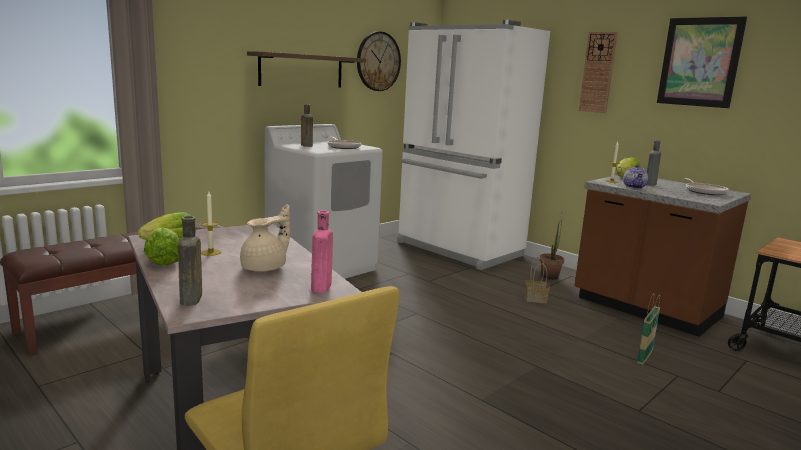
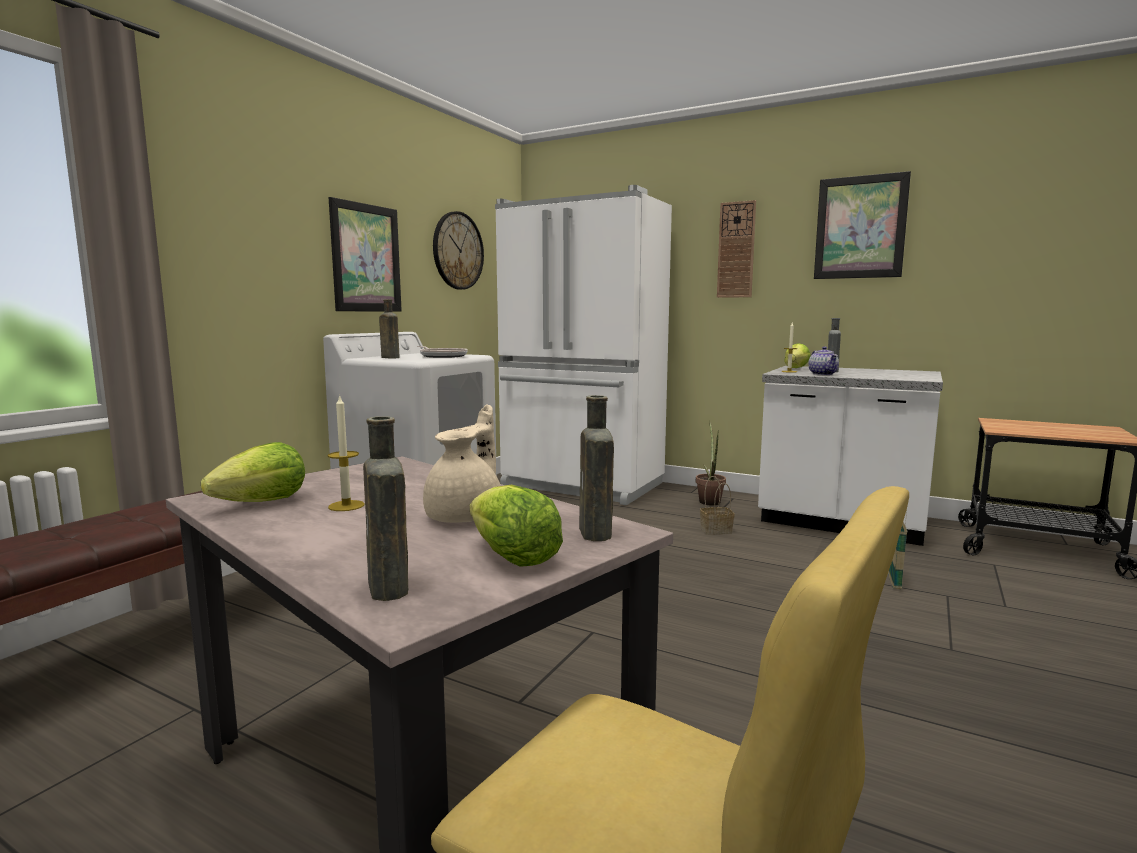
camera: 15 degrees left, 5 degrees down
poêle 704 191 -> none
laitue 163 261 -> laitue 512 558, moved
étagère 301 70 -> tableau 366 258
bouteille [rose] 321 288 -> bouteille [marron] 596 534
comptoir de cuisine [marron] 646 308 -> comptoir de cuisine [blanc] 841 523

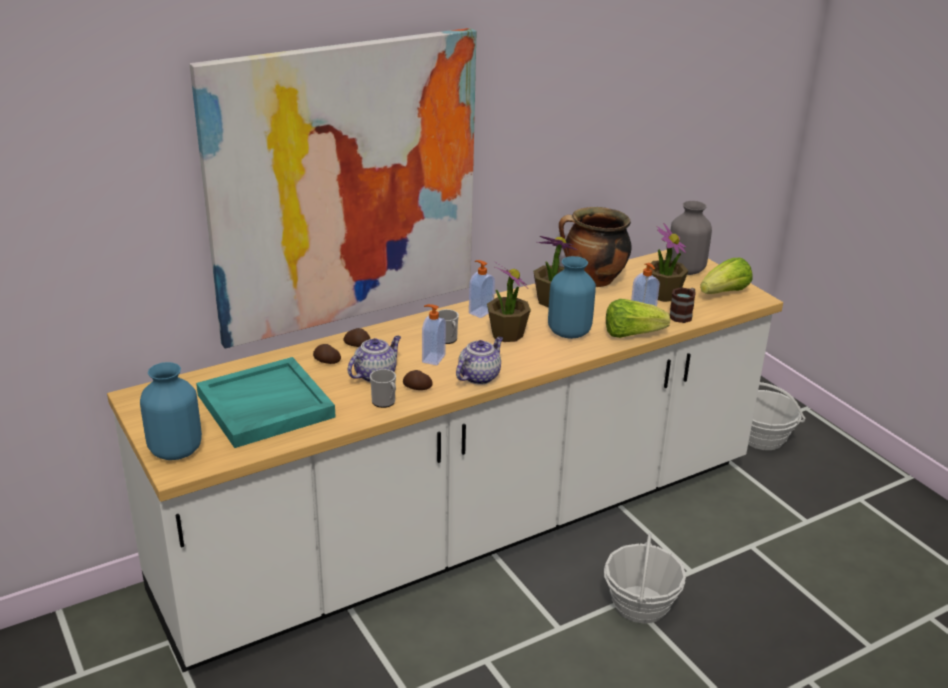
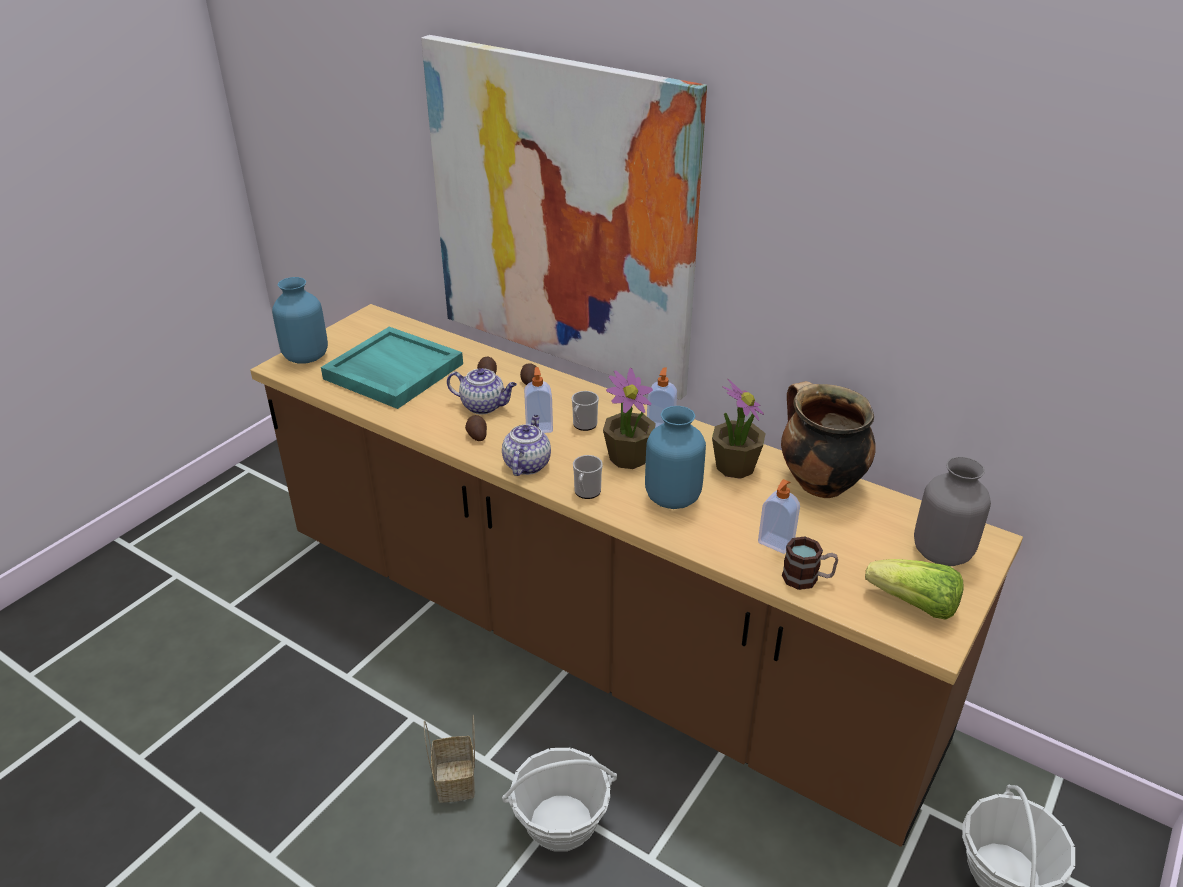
camera: 65 degrees right, 5 degrees up
laitue 631 334 -> none
plante en pot 663 294 -> none
none -> panier 456 782
mug 385 402 -> mug 586 493, moved
comptoir de cuisine [blanc] 469 529 -> comptoir de cuisine [marron] 591 637
théière 479 376 -> théière 526 464, 90 degrees counterclockwise

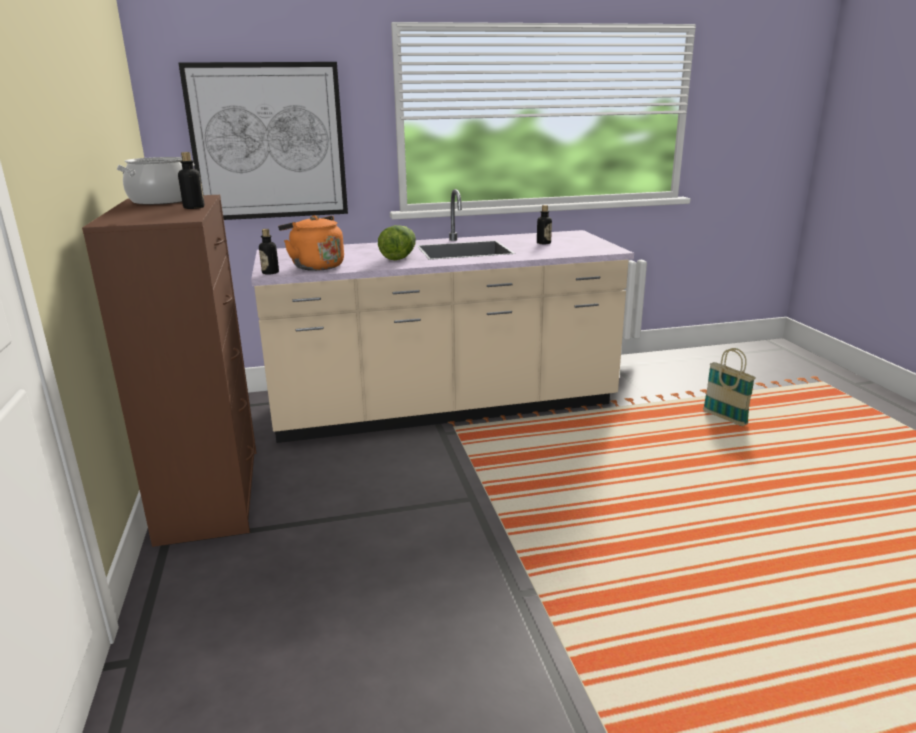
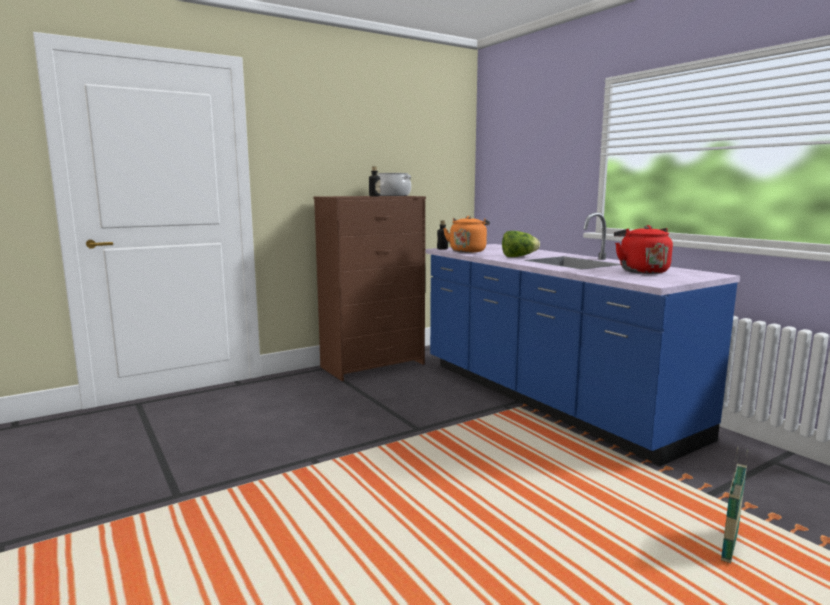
camera: 70 degrees right, 10 degrees down
tableau 268 142 -> none
bouteille 543 243 -> bouilloire [rouge] 641 271
comptoir de cuisine [beige] 443 407 -> comptoir de cuisine [bleu] 548 399

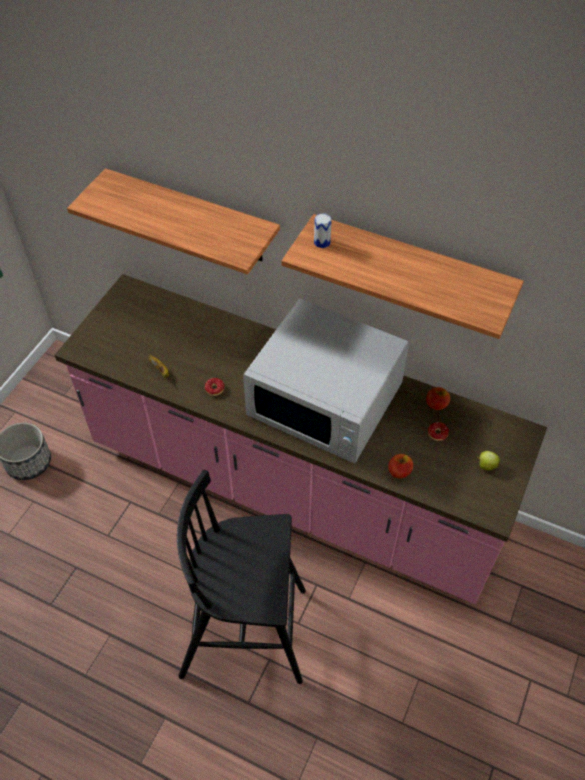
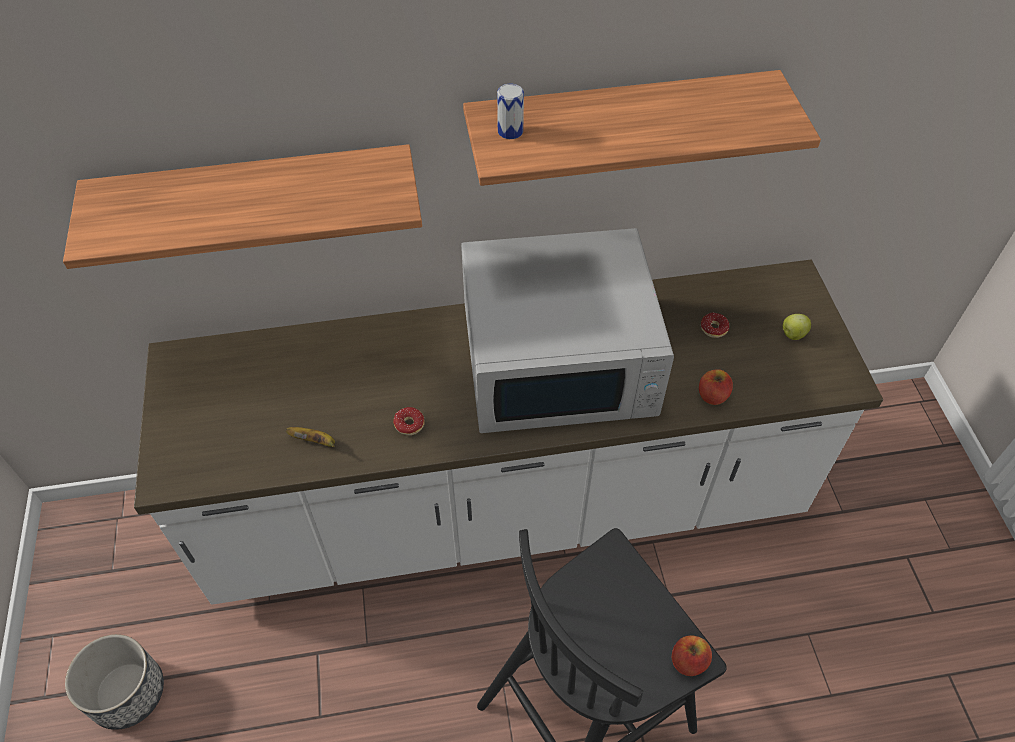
camera: 35 degrees left, 0 degrees up
pomme 436 404 -> pomme 688 661, moved
comptoir de cuisine [rose] 292 489 -> comptoir de cuisine [blanc] 507 509

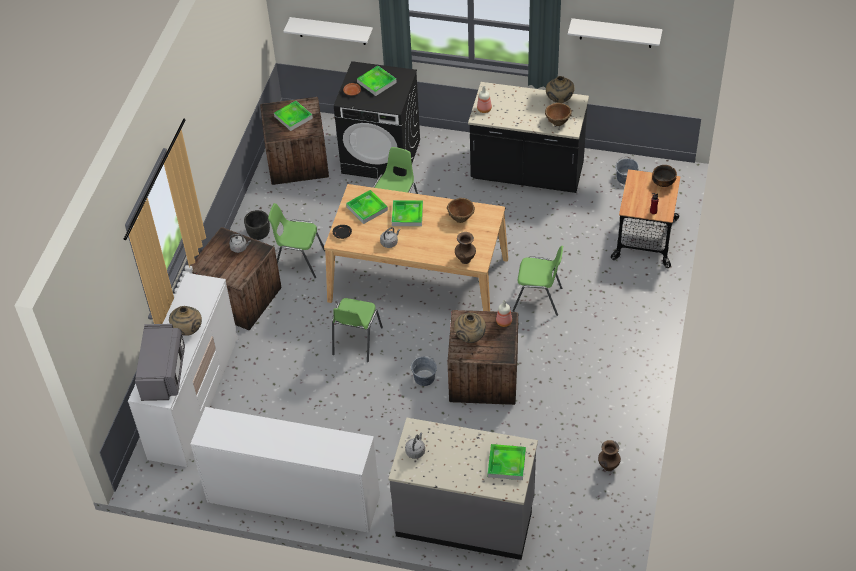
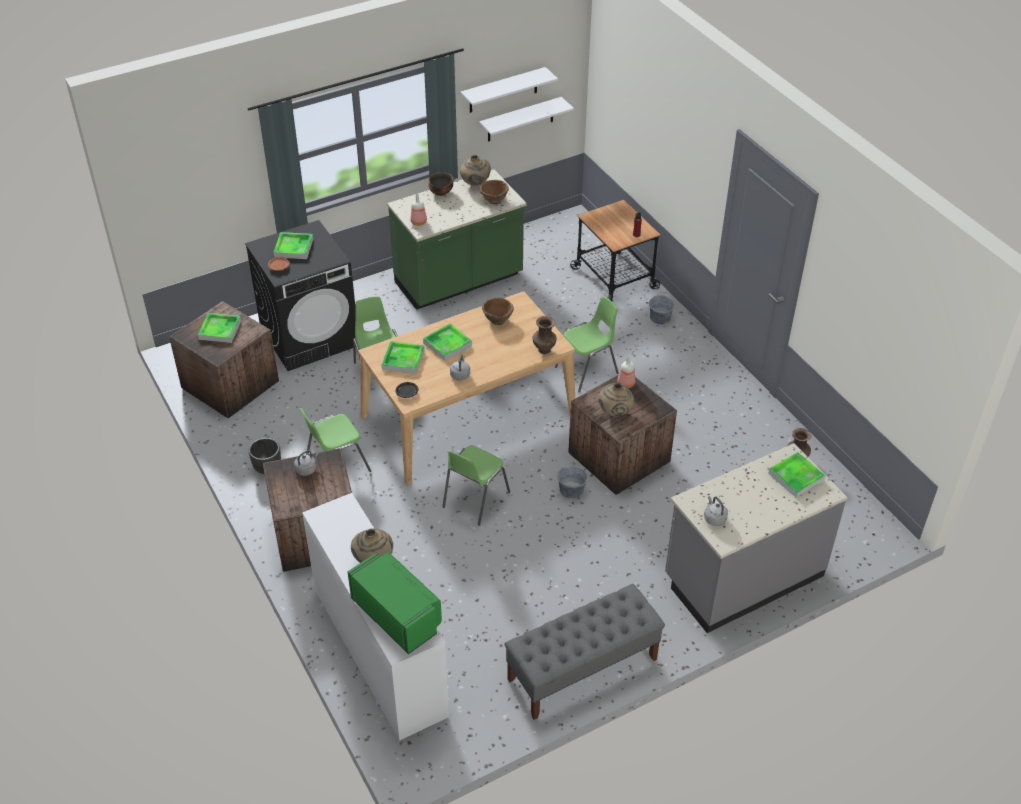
camera: 45 degrees left, 5 degrees down
étagère [blanc] 332 31 -> étagère [blanc] 520 119, moved
seau [gris] 625 178 -> seau [gris] 660 318, moved
bol 663 183 -> bol 441 193, moved
commode [blanc] 293 499 -> banc [gris] 582 670
micro-ondes [gris] 163 373 -> micro-ondes [vert] 397 615
comptoir de cuisine [noir] 527 173 -> comptoir de cuisine [vert] 459 281
chaise [vert] 356 341 -> chaise [vert] 475 499, 60 degrees clockwise

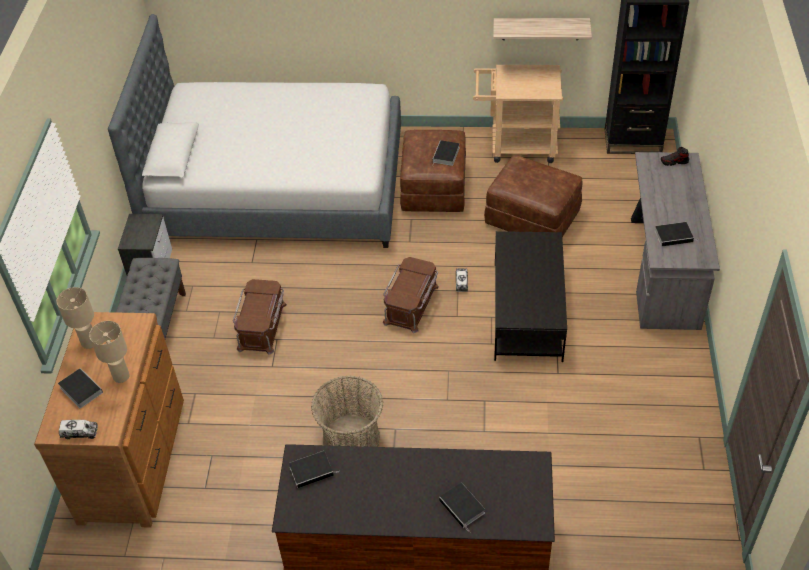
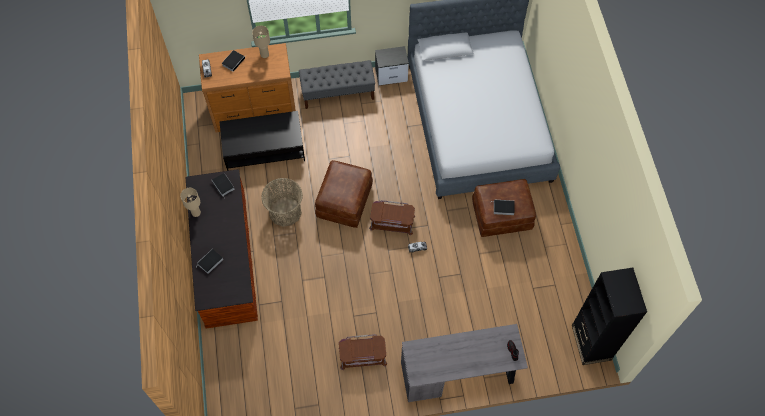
camera: 75 degrees right, 15 degrees up
chariot [beige] 516 146 -> none
étagère 541 29 -> none
livre 674 235 -> none
lampe de table [beige] 122 376 -> lampe de table [beige] 196 213, moved
boîte de rangement [marron] 263 326 -> boîte de rangement [marron] 362 356, moved
pouf [marron] 533 218 -> pouf [marron] 344 202, moved
table basse [noir] 527 311 -> table basse [noir] 264 149, moved

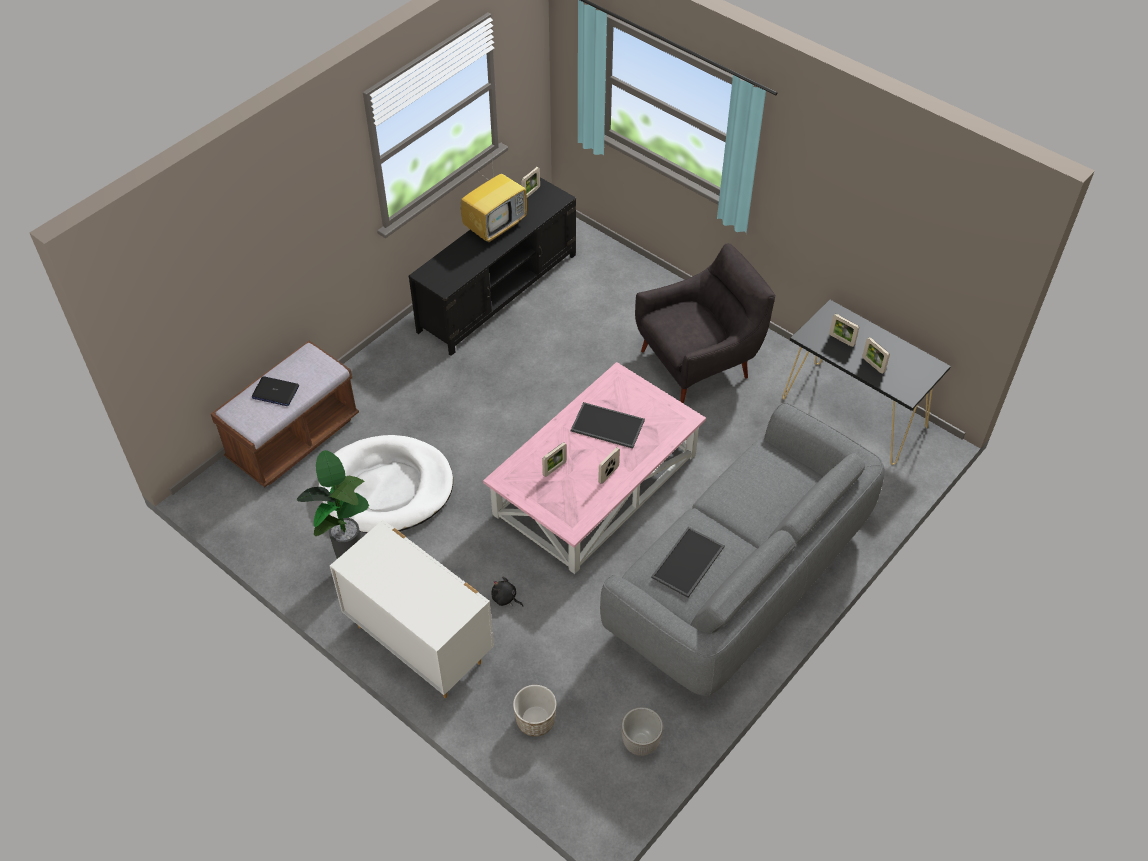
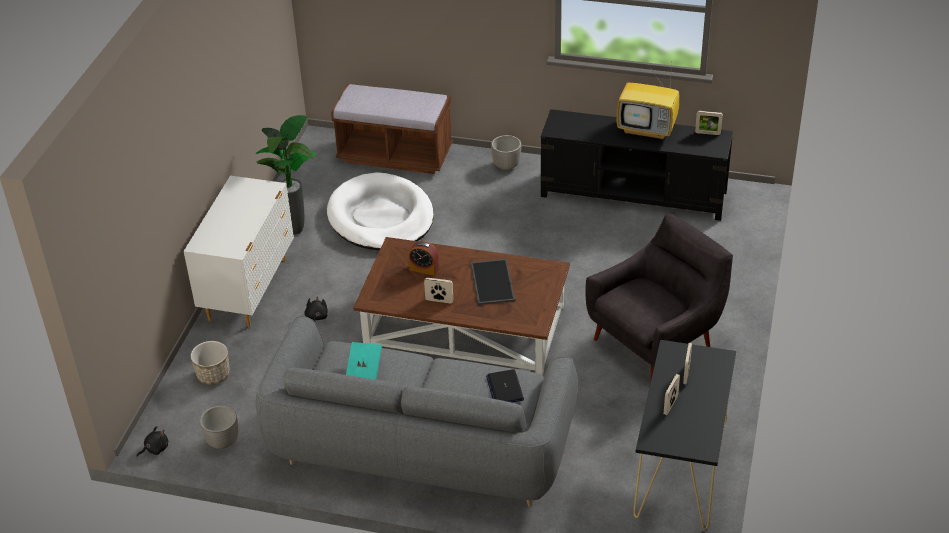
camera: 65 degrees right, 10 degrees down
none -> peluche [noir] 155 449
none -> cache-pot 507 166
ordinateur portable 275 392 -> ordinateur portable 505 388, moved
cadre photo 554 468 -> réveil 424 269
plateau 688 563 -> livre [turquoise] 364 369
table basse [rose] 596 486 -> table basse [marron] 463 327
fauteuil [gris] 699 362 -> fauteuil [gris] 656 341, 75 degrees counterclockwise

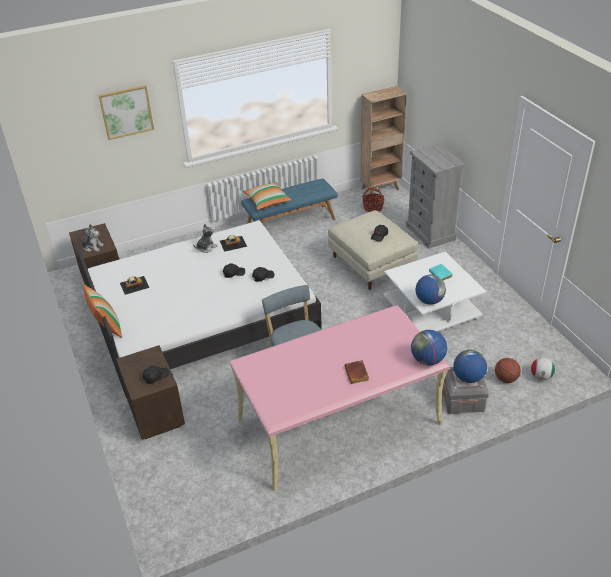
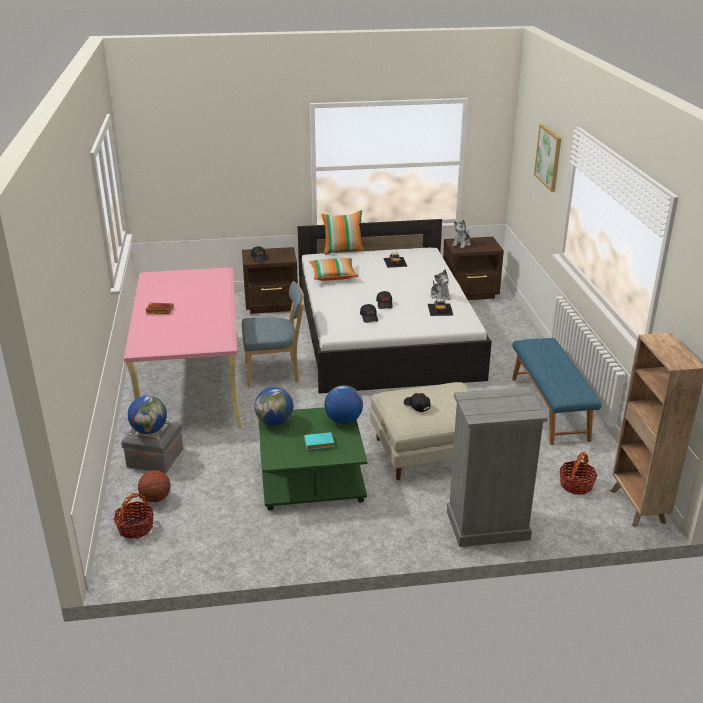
camera: 105 degrees right, 10 degrees down
coussin 267 201 -> coussin 333 276, moved
globe 427 360 -> globe 343 420, moved
ballon de foot 541 376 -> panier 135 528
table basse [blanc] 431 308 -> table basse [vert] 312 478

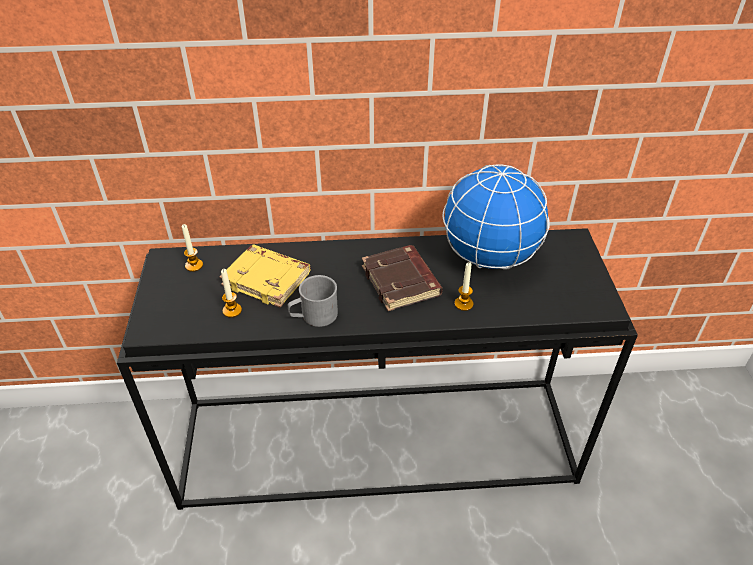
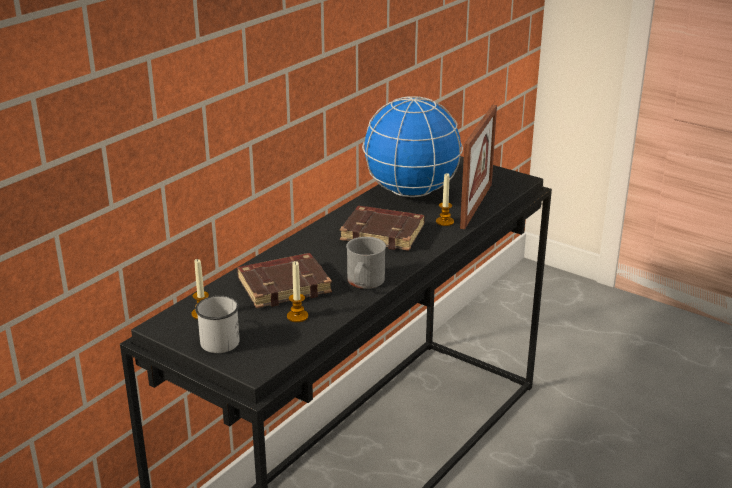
camera: 50 degrees left, 15 degrees down
none -> mug [blanc] 217 339
none -> cadre photo 476 205
livre [jaune] 268 279 -> livre [marron] 284 285

